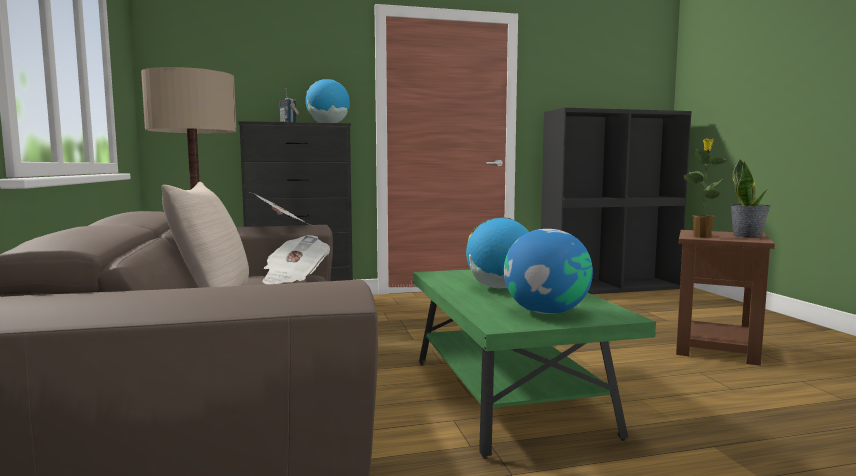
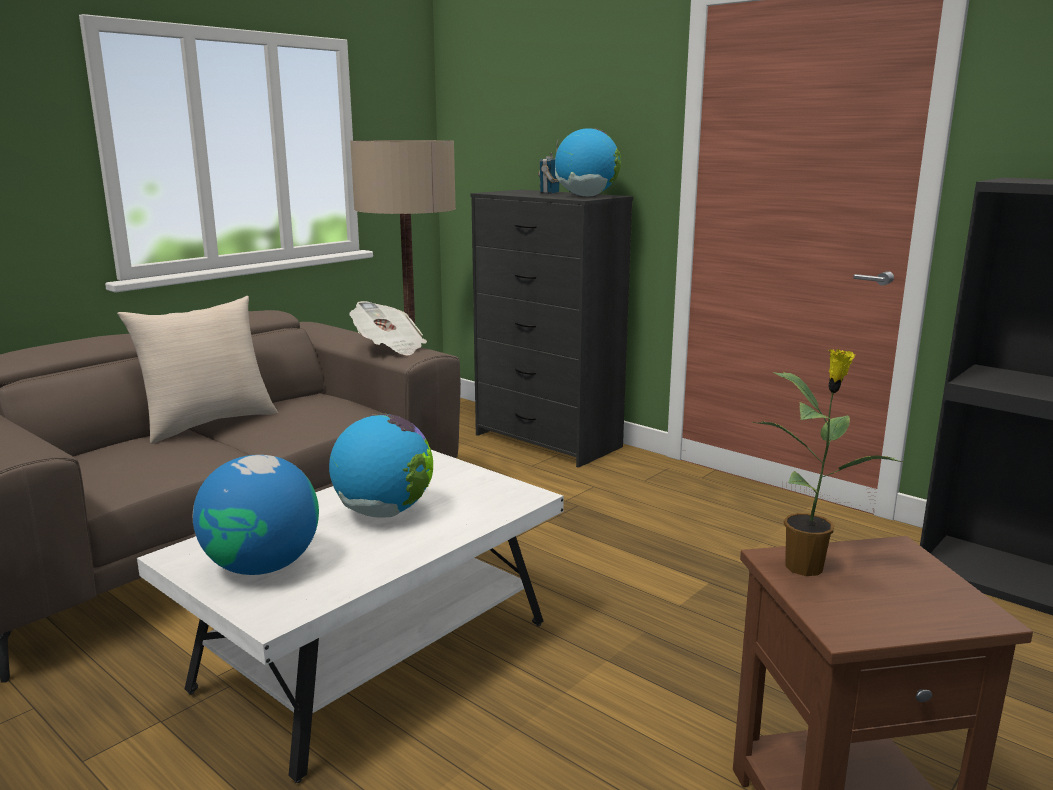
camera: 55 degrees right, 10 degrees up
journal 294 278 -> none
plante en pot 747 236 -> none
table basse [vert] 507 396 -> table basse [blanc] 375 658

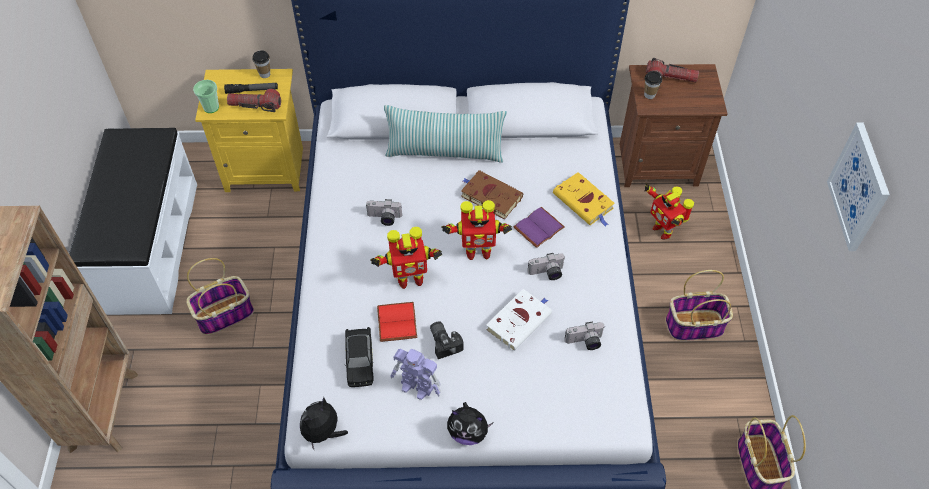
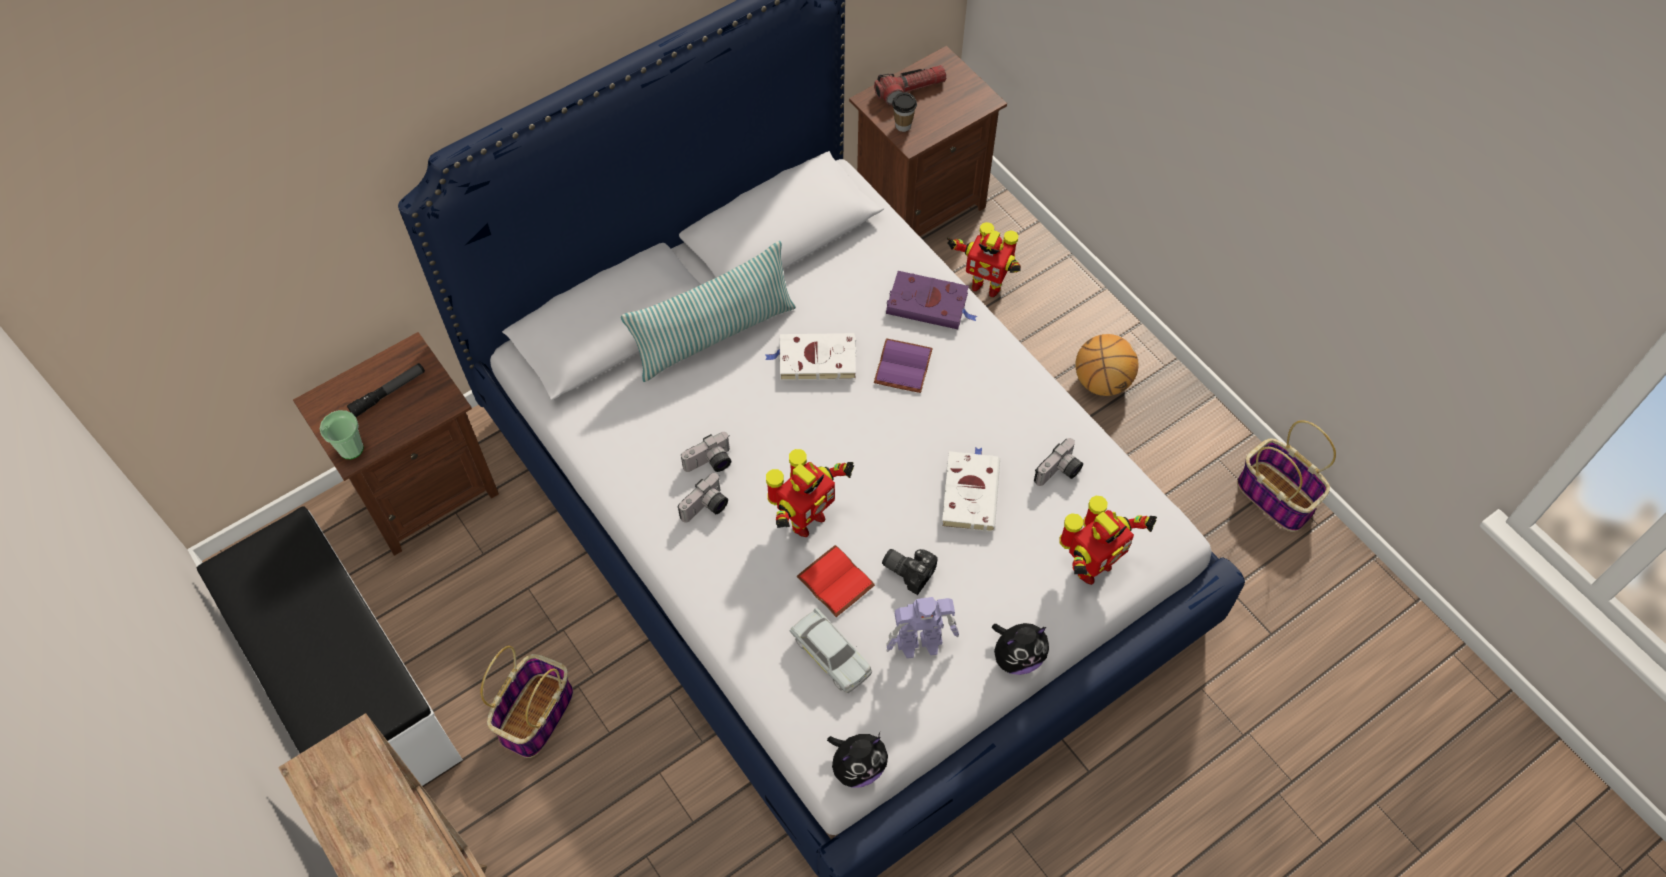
camera: 35 degrees left, 5 degrees up
lampe de poche 255 105 -> none
tasse 264 74 -> none
tableau 859 187 -> none
robot jouet 477 251 -> robot jouet 1090 567, moved
appareil photo 547 273 -> appareil photo 706 508, moved
panier 693 326 -> ballon de basket 1101 382
table de chevet [jaune] 265 168 -> table de chevet [marron] 424 490
petite voiture [noir] 360 360 -> petite voiture [blanc] 830 654
livre [marron] 490 196 -> livre [blanc] 814 360
livre [jaune] 584 202 -> livre [violet] 929 304
peluche 323 433 -> peluche 857 766, 120 degrees counterclockwise

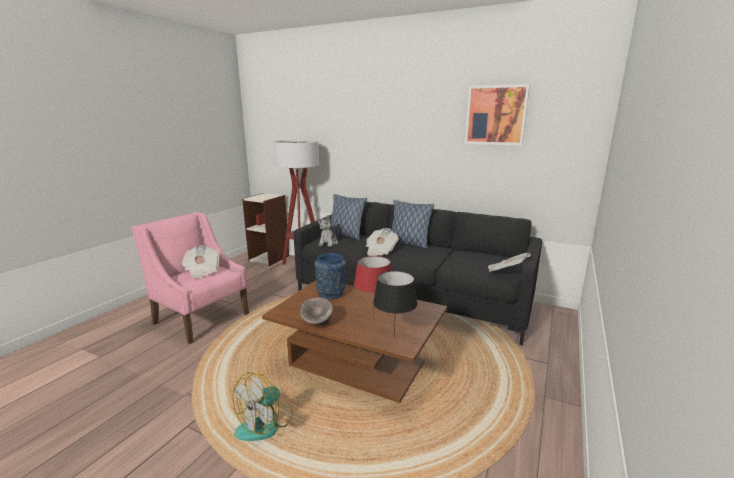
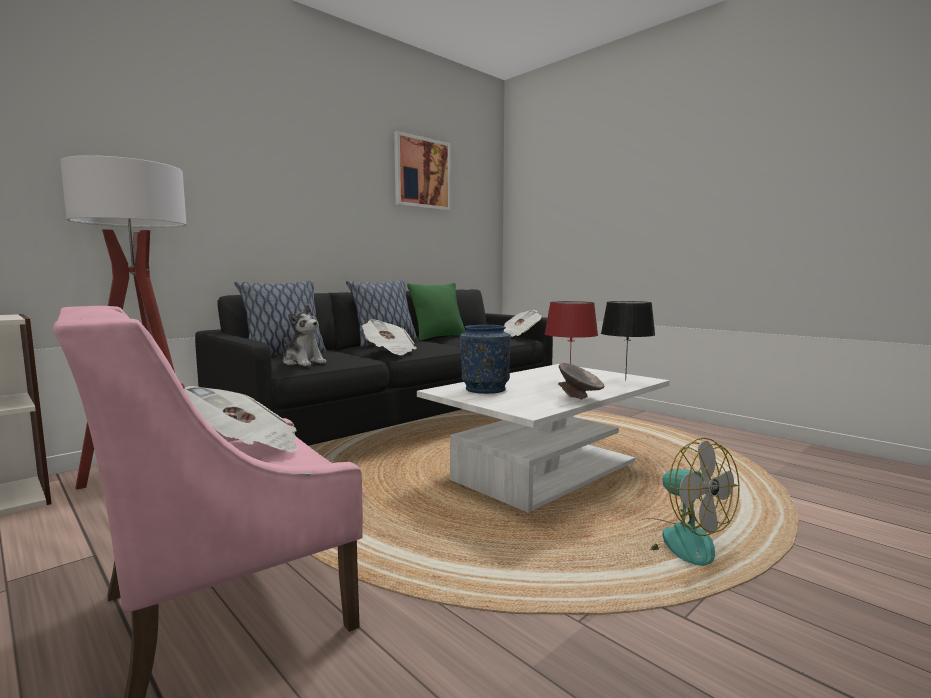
camera: 70 degrees left, 10 degrees down
none -> coussin [vert] 438 338
table basse [marron] 357 364 -> table basse [blanc] 547 471

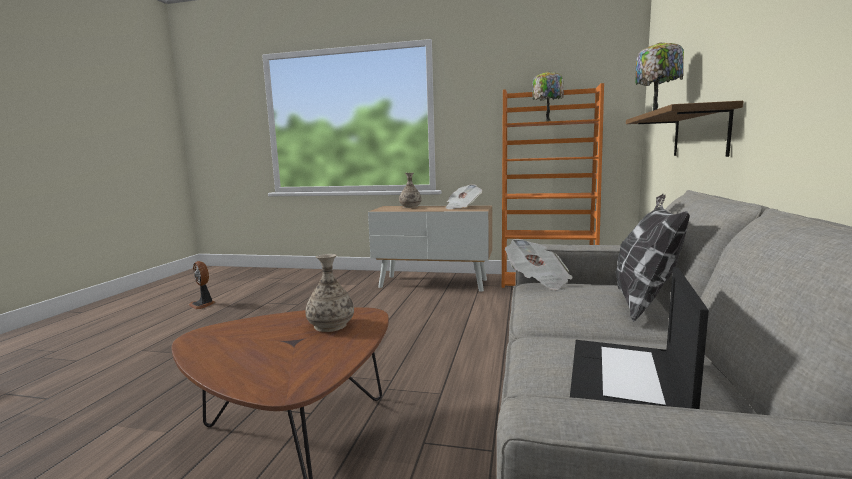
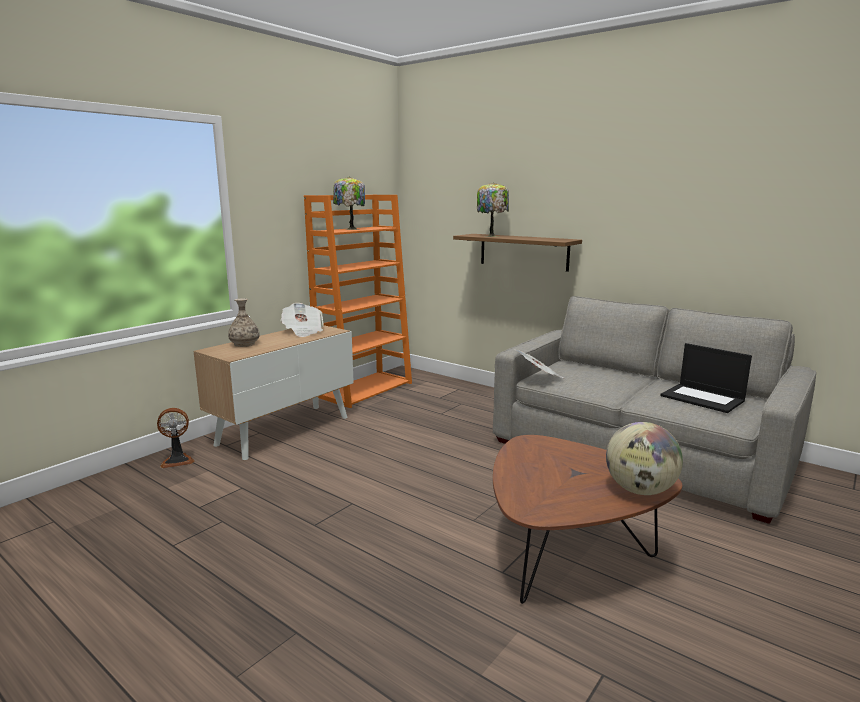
camera: 65 degrees left, 5 degrees up
vase 331 325 -> none
coussin 644 304 -> none
none -> globe 639 490
ventilateur 203 304 -> ventilateur 177 460, moved

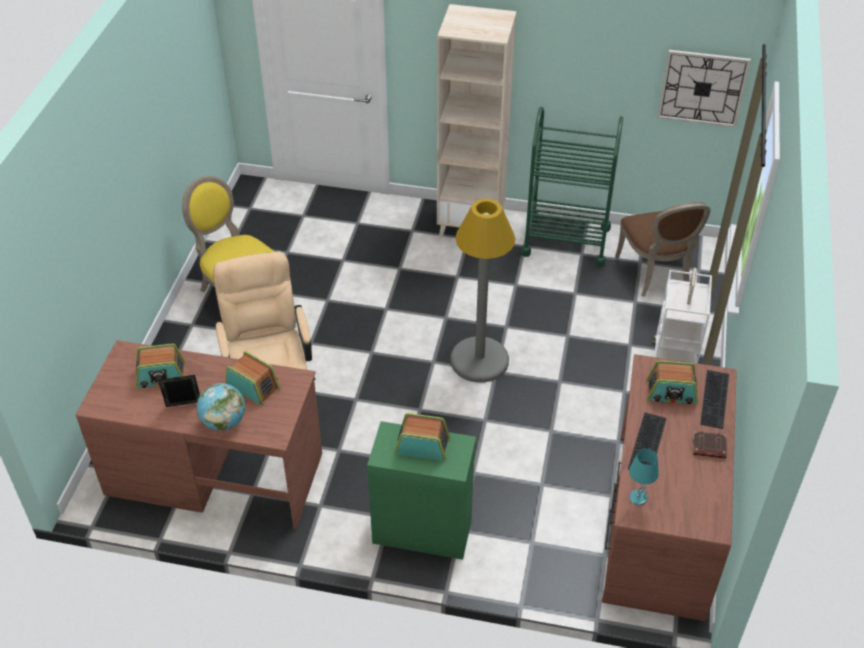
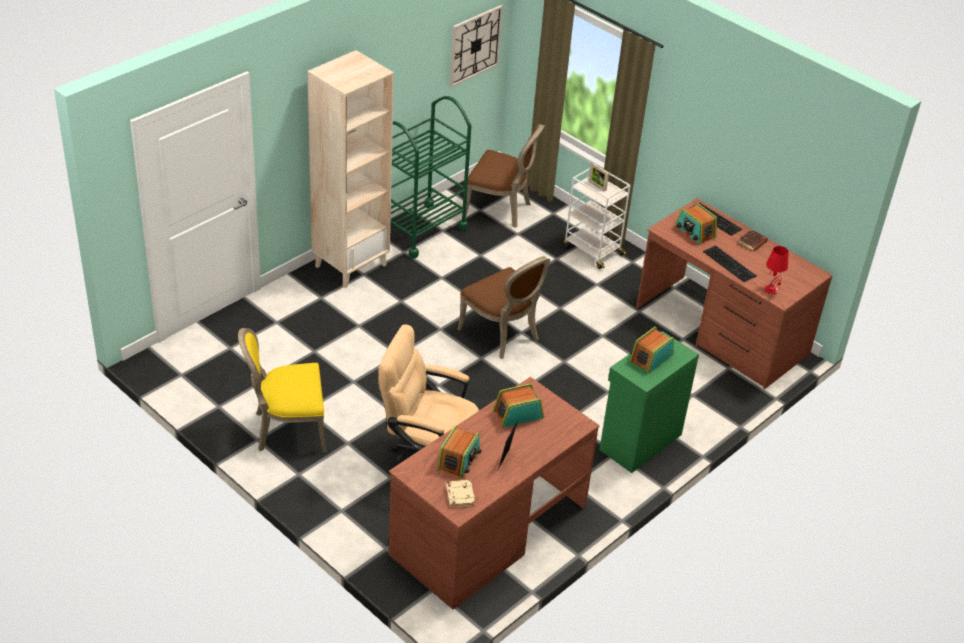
camera: 60 degrees left, 5 degrees down
globe 224 422 -> none
none -> livre [beige] 459 495
lampadaire [gris] 479 360 -> chaise [marron] 502 334
lampe de table [turquoise] 638 498 -> lampe de table [rouge] 771 290
radio 671 392 -> radio 695 232, 105 degrees clockwise

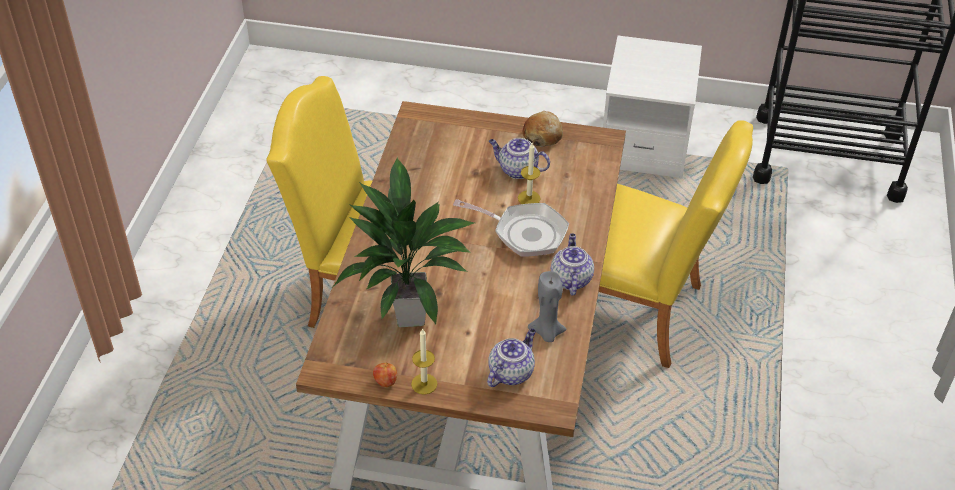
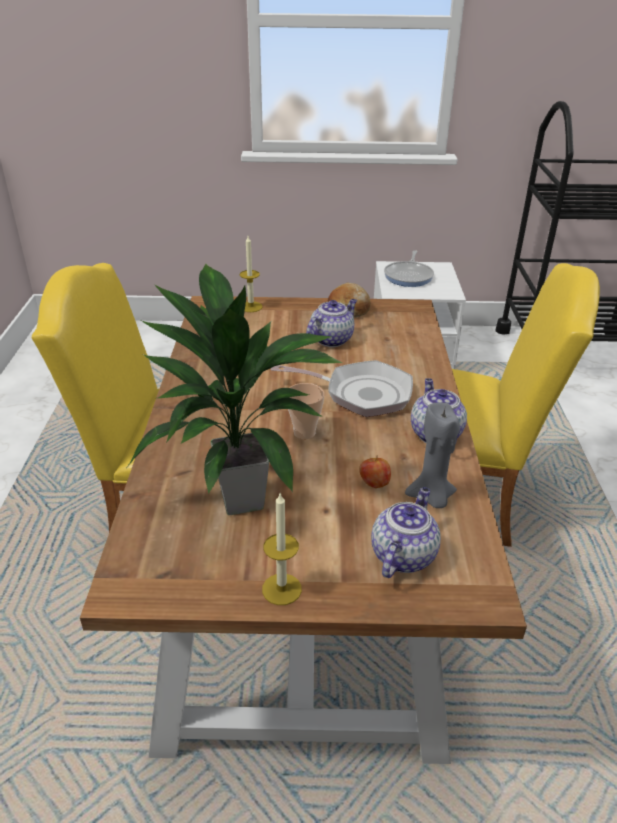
camera: 10 degrees left, 10 degrees down
none -> tasse 304 433
none -> poêle 409 276
pomme 385 382 -> pomme 374 484, moved
bougie 529 198 -> bougie 251 307, moved
théière 517 170 -> théière 331 339, 120 degrees clockwise

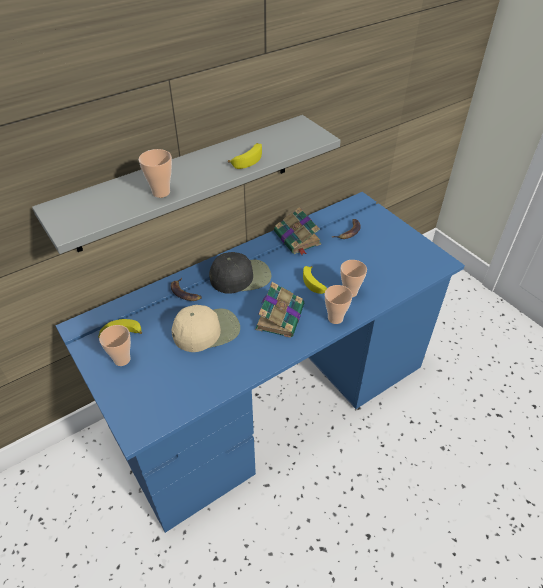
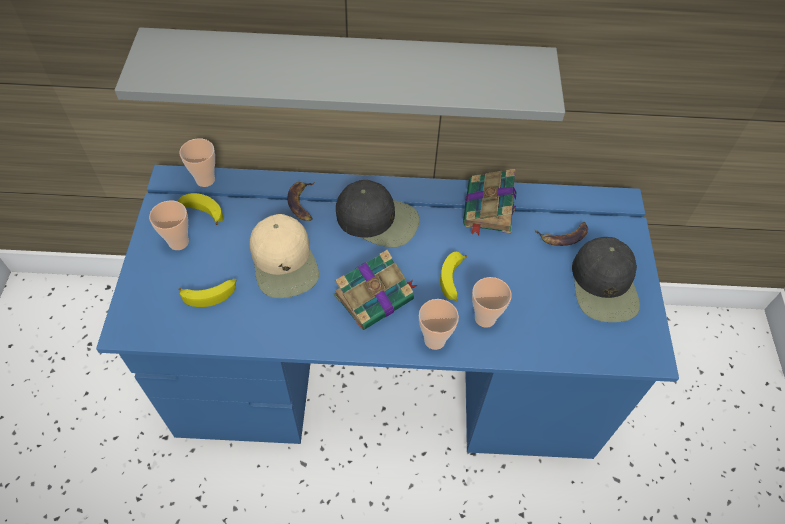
camera: 35 degrees right, 10 degrees up
none -> casquette [noir] 604 286
tasse 161 192 -> tasse 205 180, moved
banane 248 159 -> banane 210 294, moved
casquette [beige] 207 330 -> casquette [beige] 284 262, 60 degrees clockwise

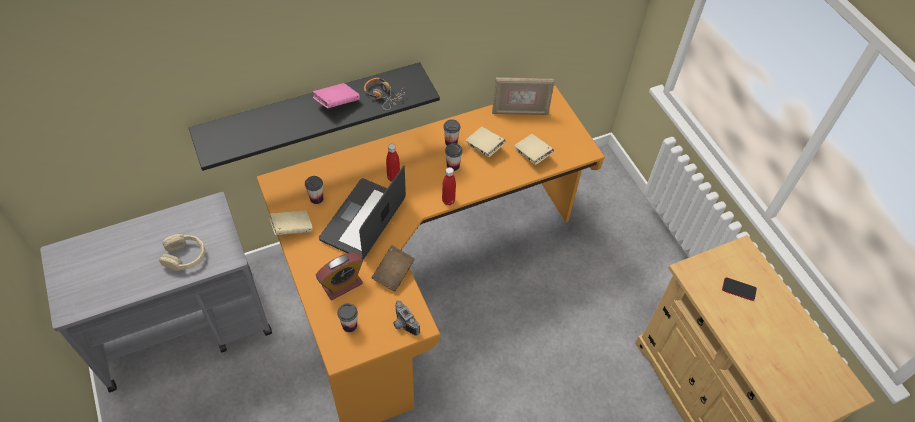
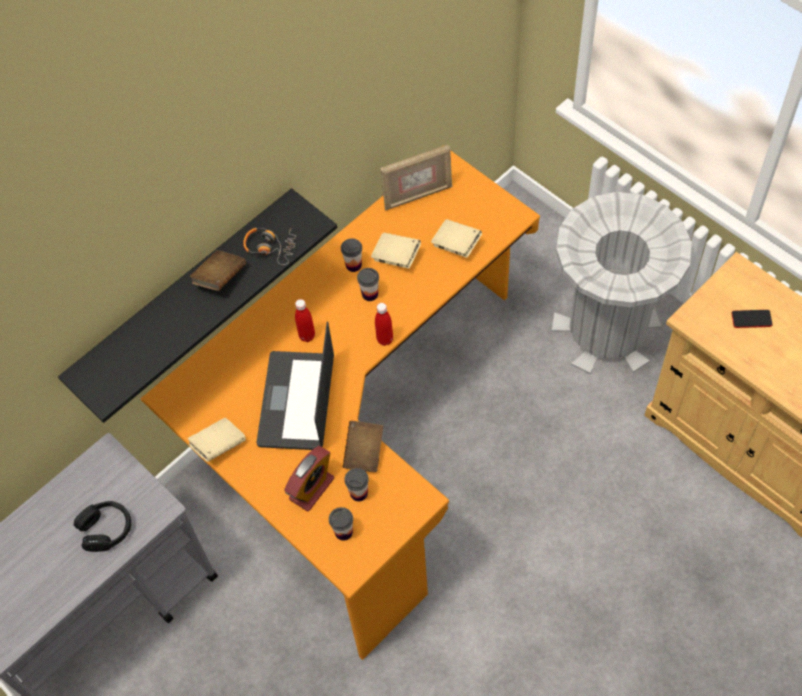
camera: 15 degrees left, 5 degrees up
appareil photo 403 324 -> none
none -> poubelle [gris] 607 330
tasse 316 198 -> tasse 359 493, moved
casque audio [beige] 185 256 -> casque audio [noir] 106 529
livre [rose] 337 103 -> livre [marron] 220 278

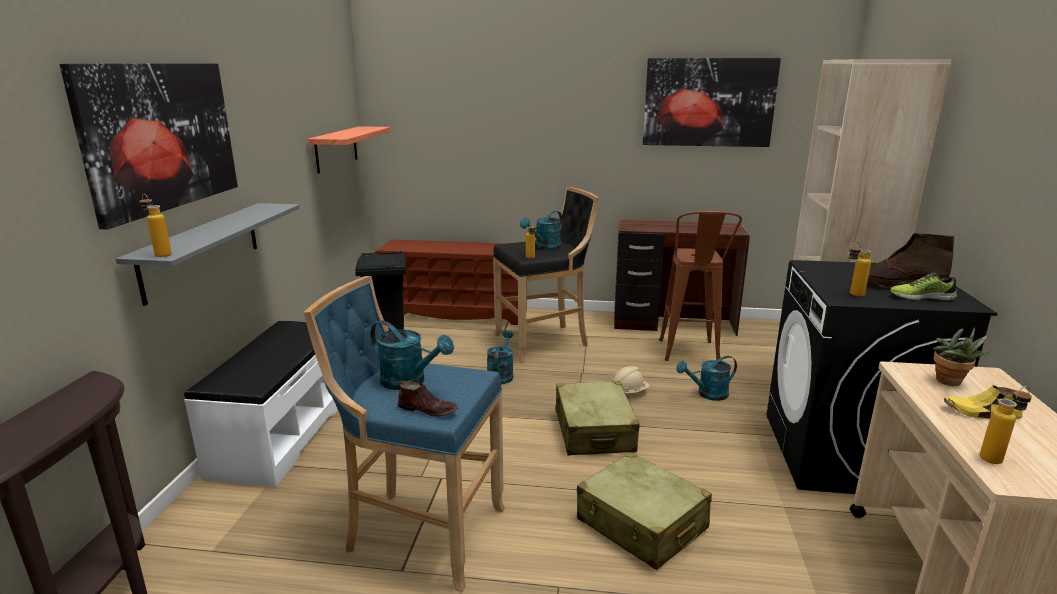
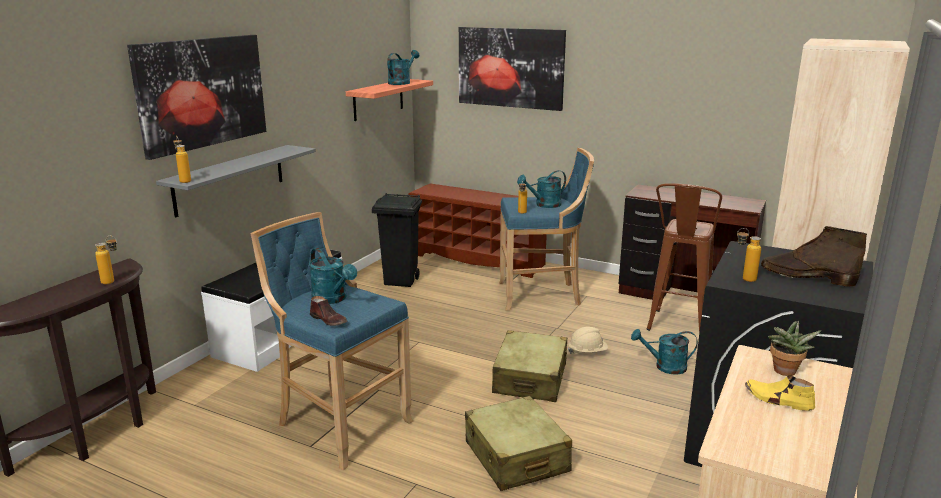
camera: 20 degrees right, 0 degrees up
chaussure 921 297 -> none
arrosoir [turquoise] 501 375 -> arrosoir [turquoise] 401 82, moved
tableau 708 102 -> tableau 510 68, moved
bouteille 996 457 -> bouteille 113 282, moved
tabouret [noir] 544 341 -> tabouret [bleu] 541 295

